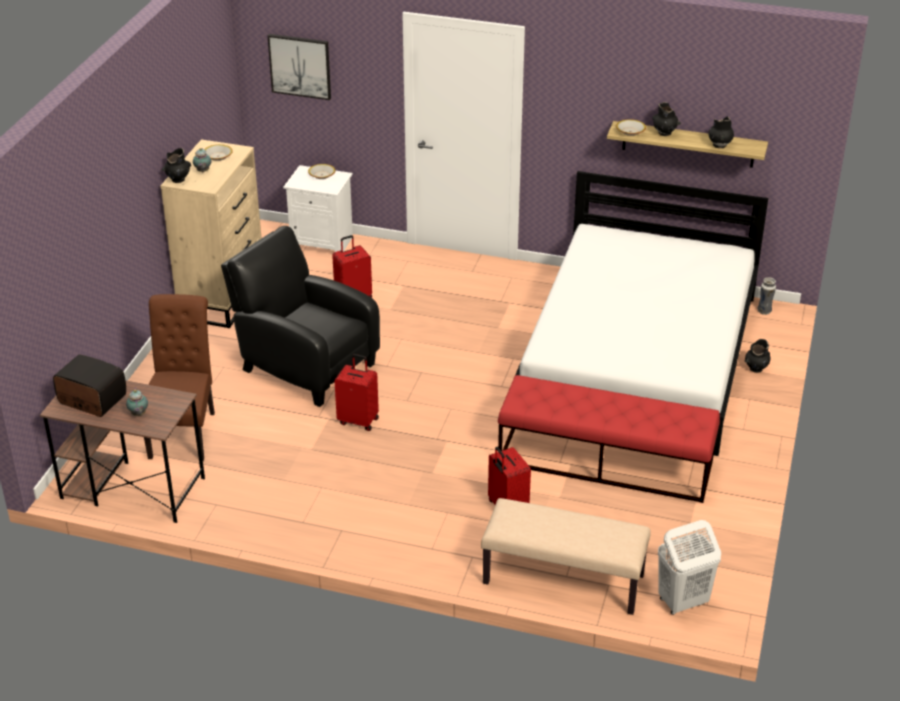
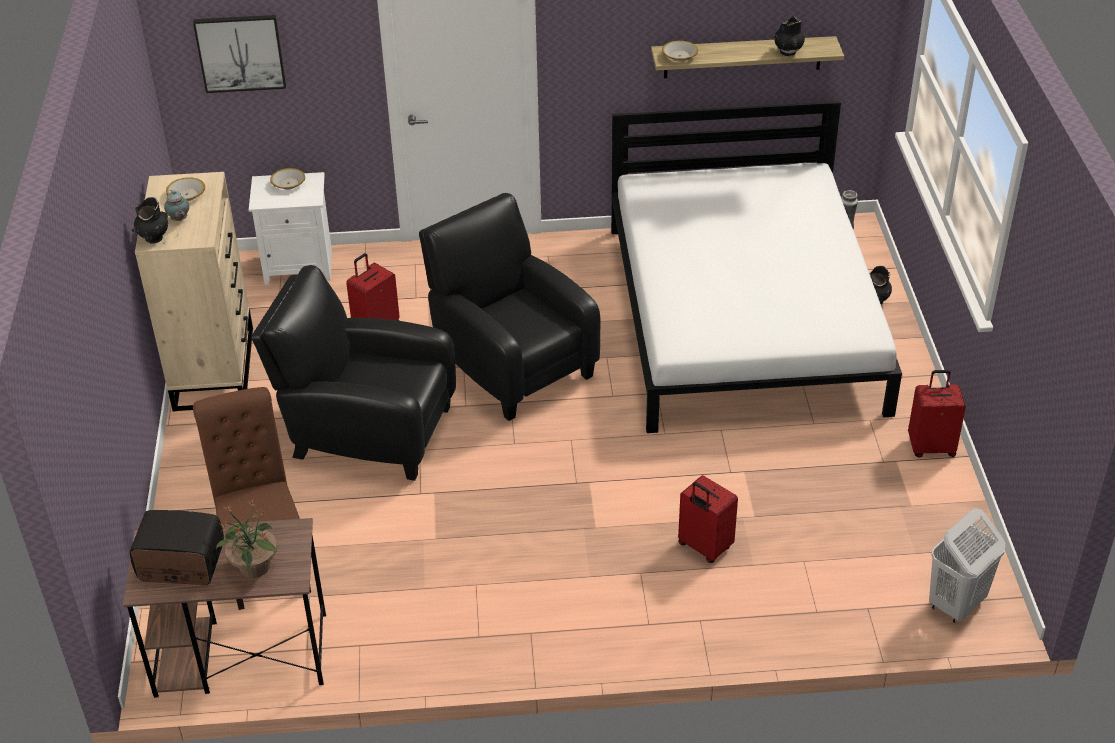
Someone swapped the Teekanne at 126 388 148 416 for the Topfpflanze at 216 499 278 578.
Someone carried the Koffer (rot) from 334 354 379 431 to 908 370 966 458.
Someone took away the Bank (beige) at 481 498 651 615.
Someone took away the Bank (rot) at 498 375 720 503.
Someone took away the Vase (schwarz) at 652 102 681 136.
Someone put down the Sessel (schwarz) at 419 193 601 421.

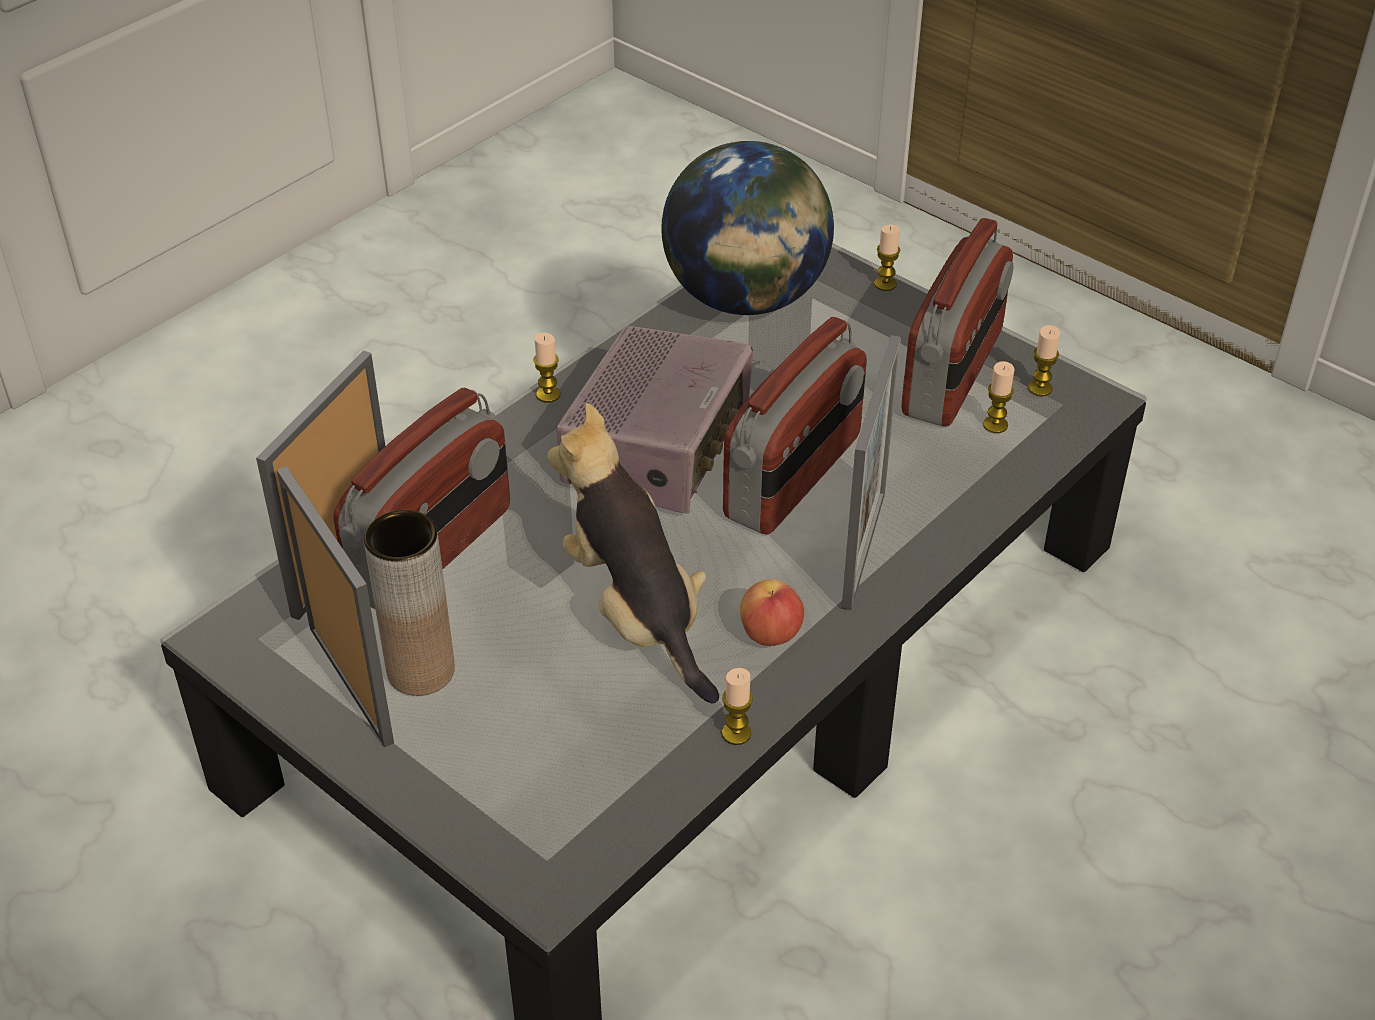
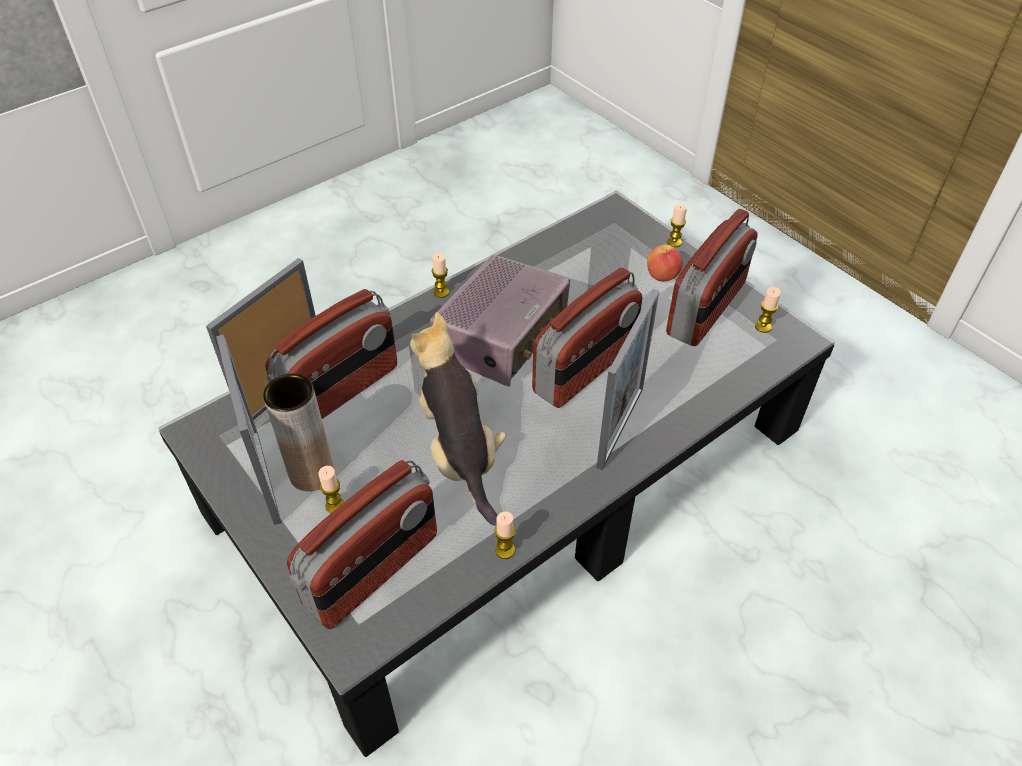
Someone took away the Globus at 661 141 834 315.
Someone carried the Apfel from 740 579 804 646 to 647 244 683 281.
Someone carried the Kerze from 983 361 1015 433 to 318 466 344 513.
Someone put down the Radio at 287 460 437 629.

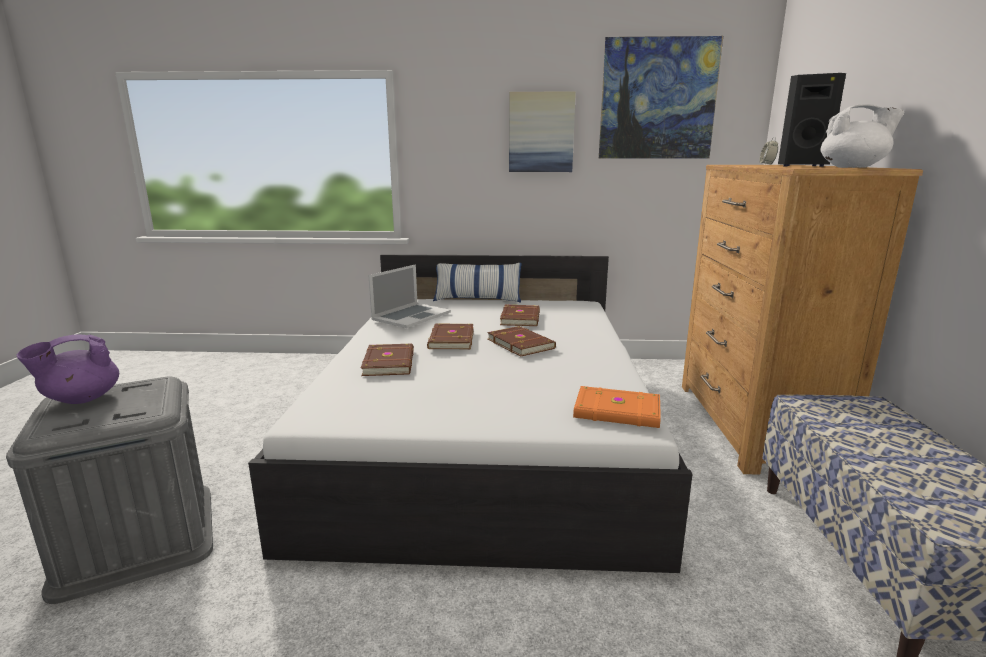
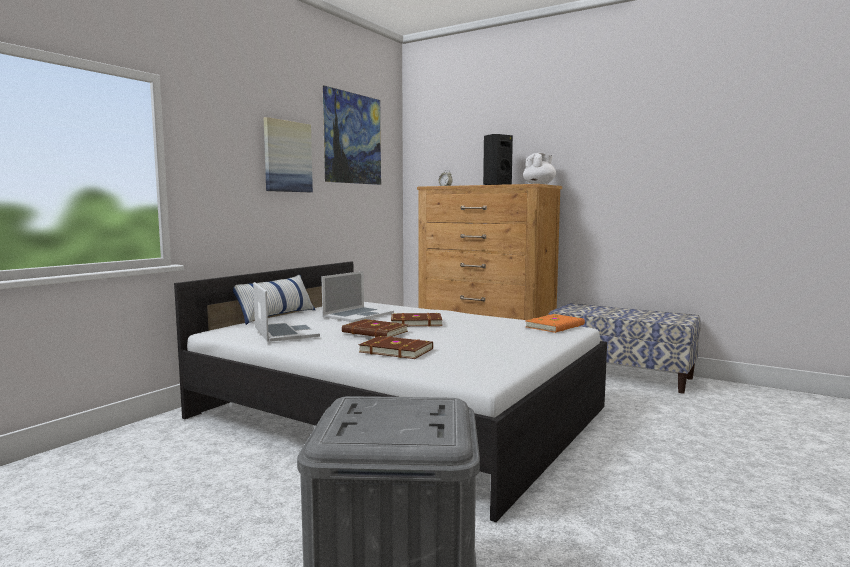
Someone took away the Teekanne (lila) at 17 334 119 404.
Someone swapped the Buch (braun) at 500 305 540 326 for the Laptop at 321 271 394 322.

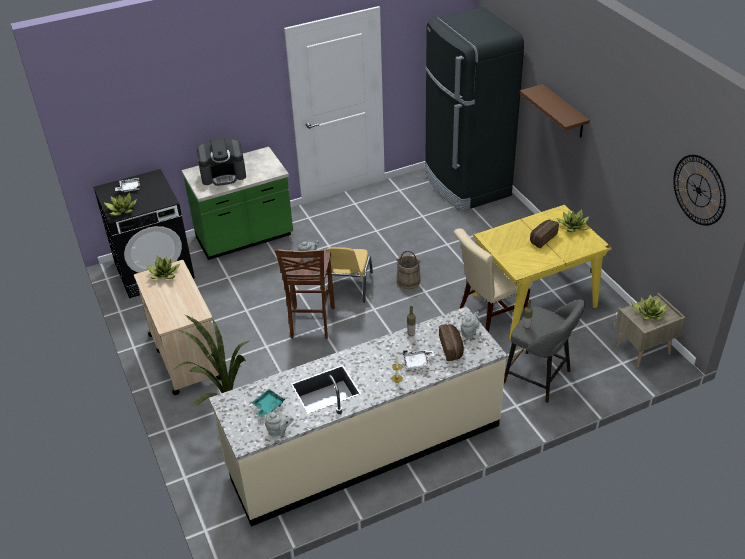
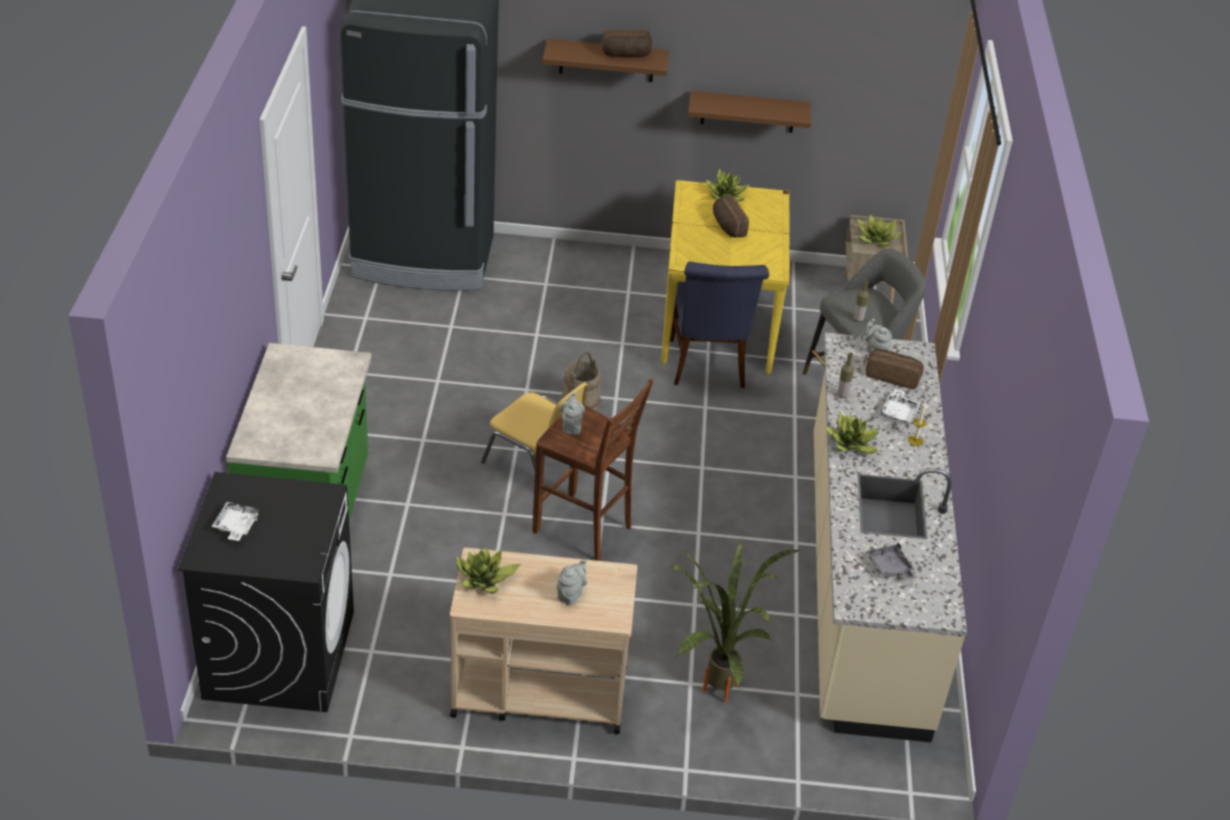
Someone carried the Topfpflanze from 103 192 137 216 to 826 412 878 454.
Someone took away the Kaffeemaschine at 197 138 246 186.
Someone repainted the Tablett (türkis) at 251 389 285 417, which became the Tablett (grau) at 866 542 917 580.
Someone carried the Teekanne (grau) from 265 412 294 436 to 557 559 587 605.
Someone repainted the Stuhl (beige) at 454 228 533 332, which became the Stuhl (blau) at 670 262 769 388.
Someone took away the Wanduhr at 673 155 726 226.
Someone put down the Brot at 602 30 652 57.
Someone put up the Wandregal (braun) at 688 91 811 133.

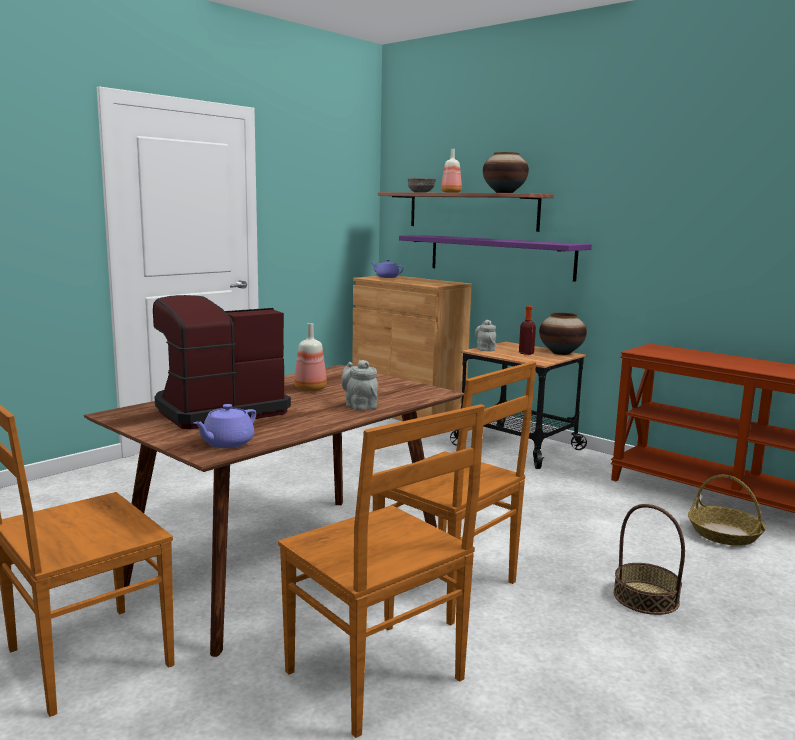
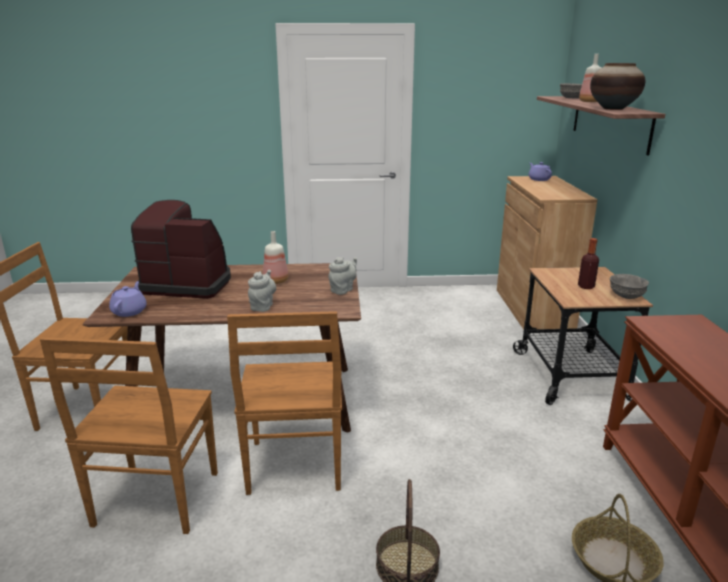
Someone rotated the Teekanne (lila) at 194 404 256 448 by 105 degrees clockwise.
Someone took away the Wandregal (lila) at 399 235 592 282.
Someone carried the Teekanne (grau) from 475 320 496 351 to 328 257 357 295.
Someone swapped the Vase at 539 313 587 355 for the Schüssel (grau) at 610 274 649 299.

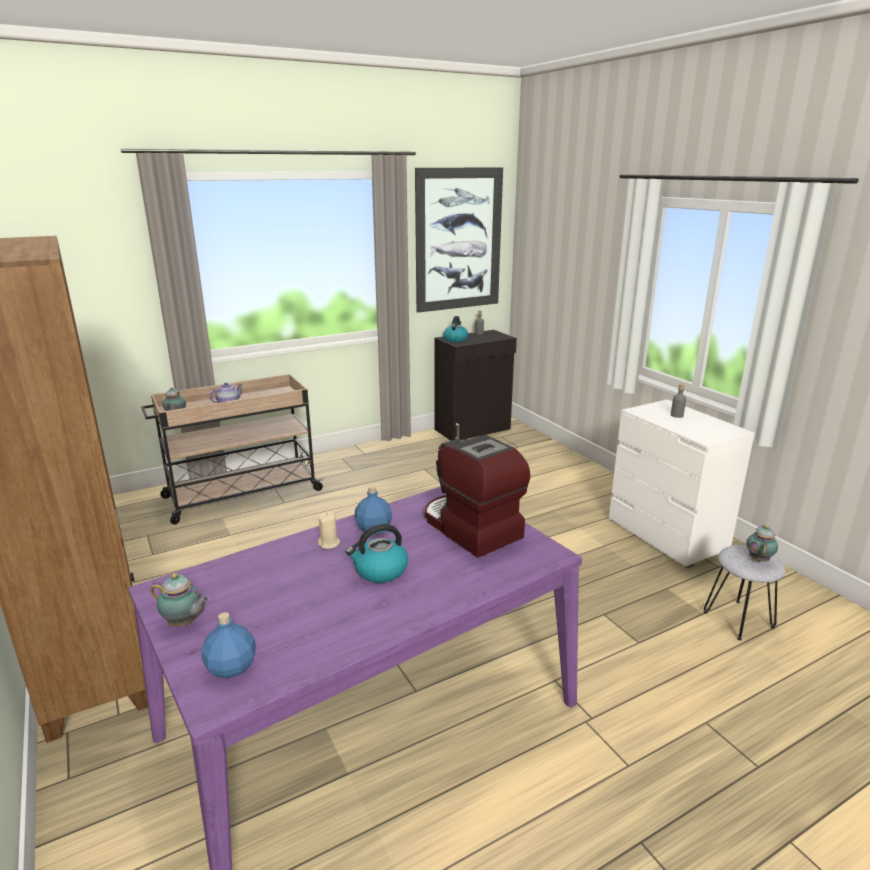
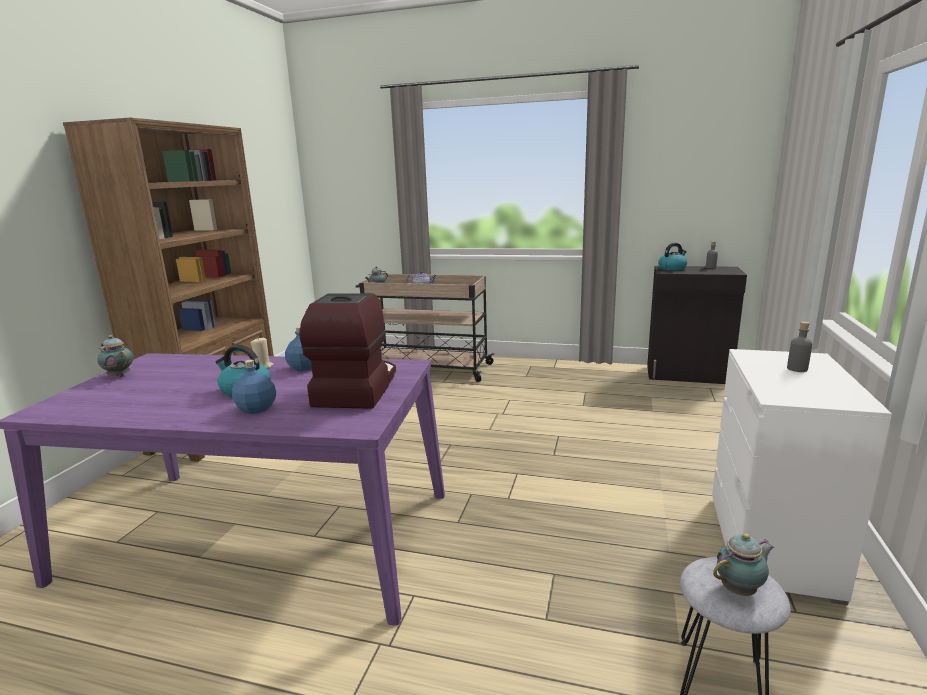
Someone rotated the Teekanne at 150 573 210 626 by 150 degrees clockwise.
Someone carried the Flasche (blau) from 201 612 256 679 to 232 360 276 414.
Someone took away the Bild at 415 168 503 313.

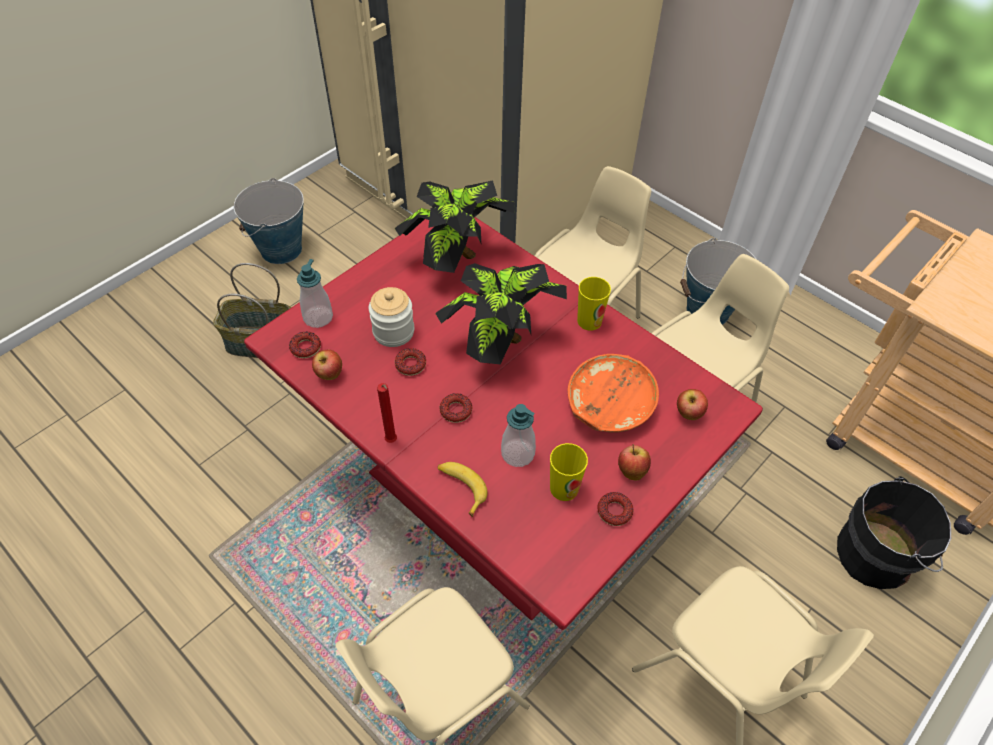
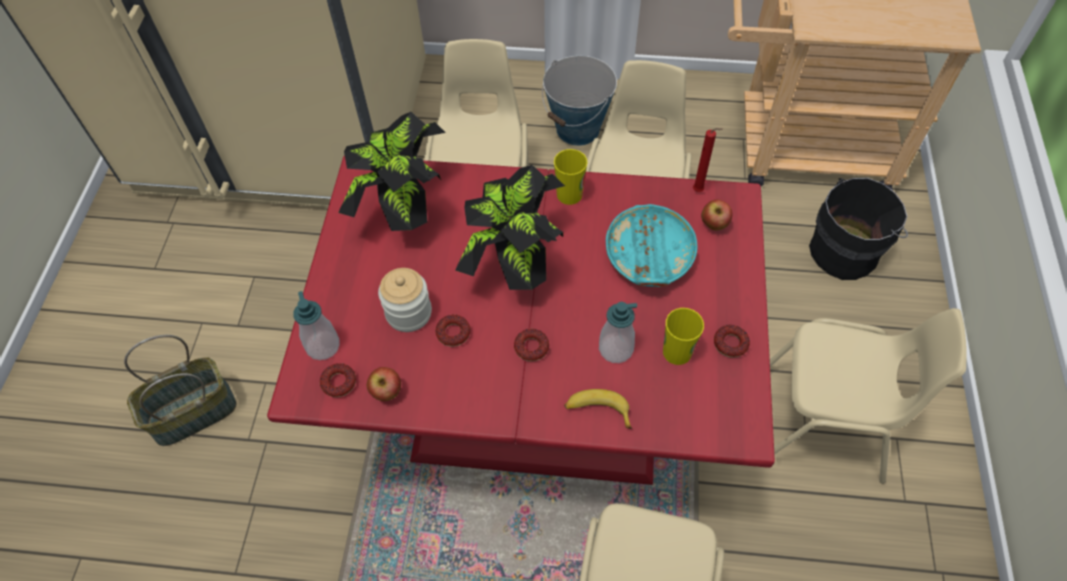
Someone took away the Eimer at 233 178 304 264.
Someone carried the Kerze (rot) from 377 383 397 443 to 693 128 723 192.
Someone repainted the Schüssel (orange) at 567 354 659 433, which became the Schüssel (türkis) at 606 204 697 287.
Someone took away the Apfel at 618 444 651 481.

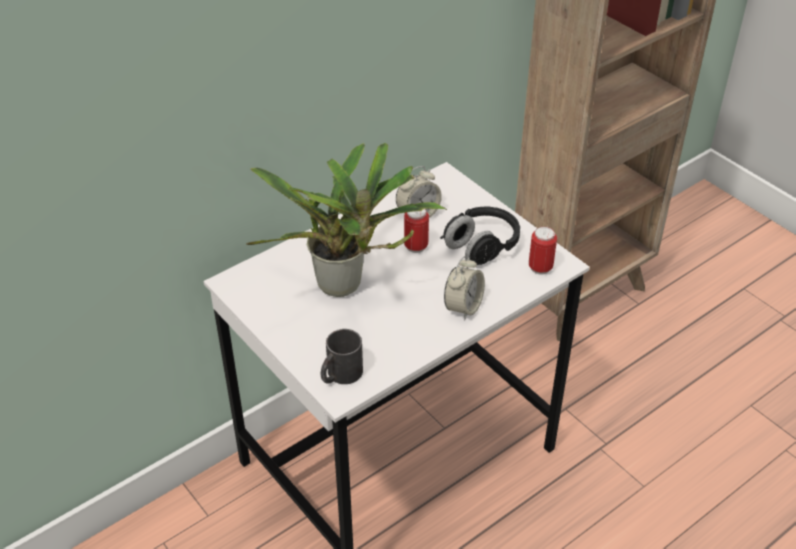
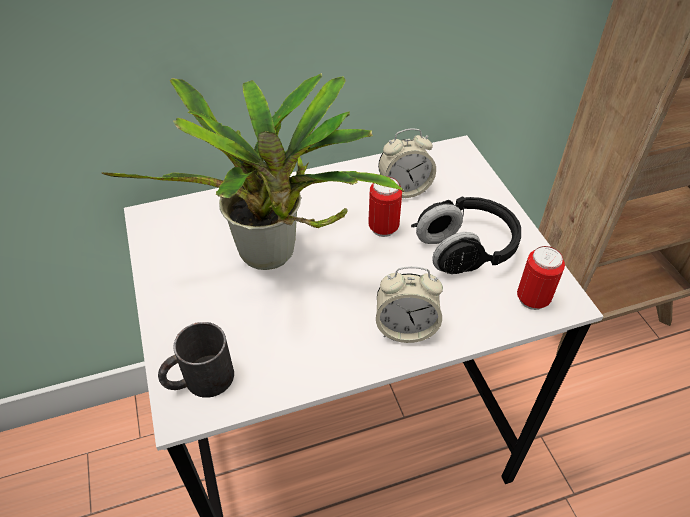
Someone rotated the Wecker at 444 256 485 320 by 45 degrees clockwise.

